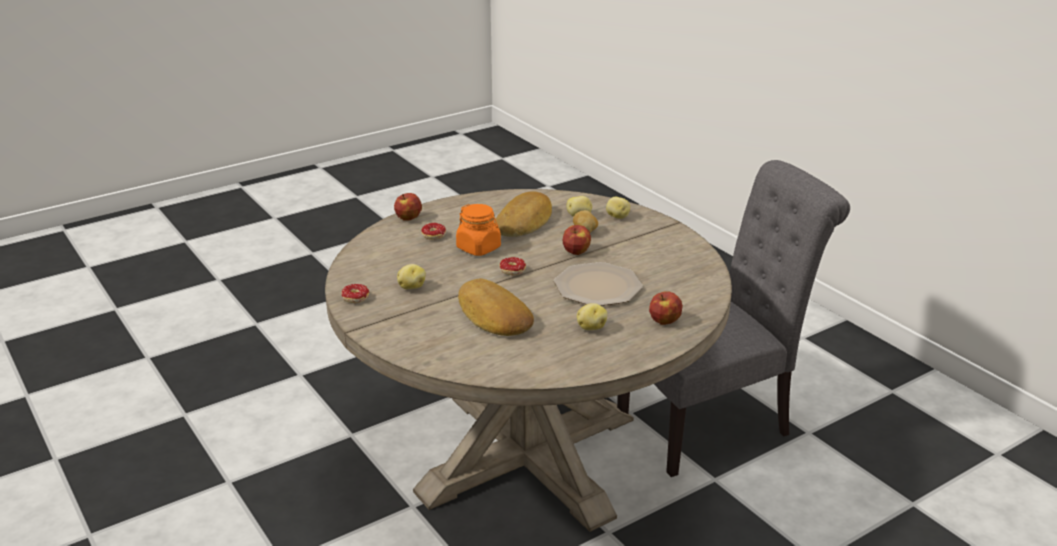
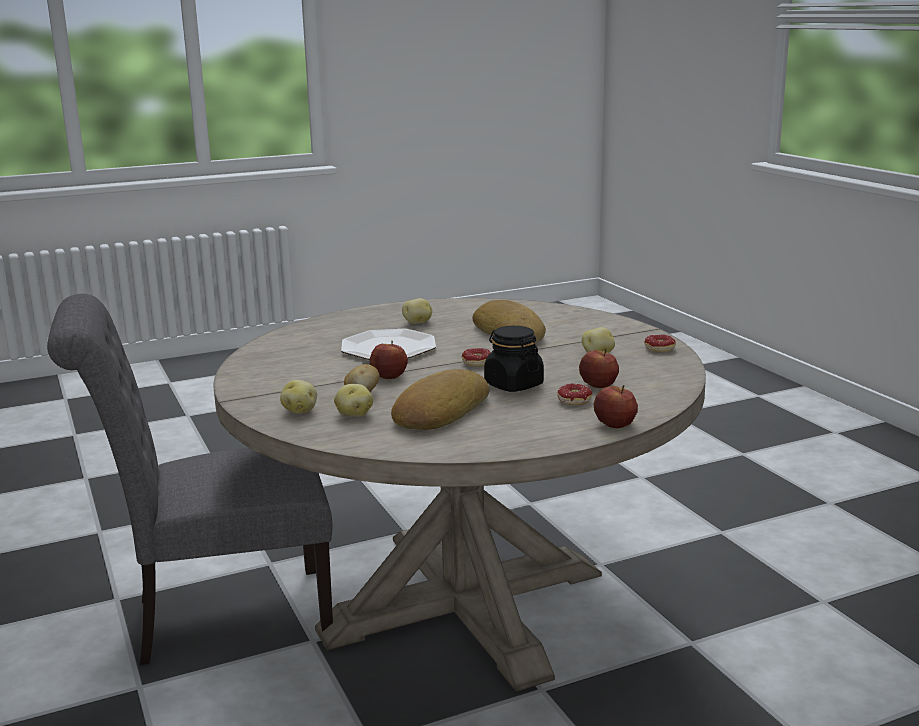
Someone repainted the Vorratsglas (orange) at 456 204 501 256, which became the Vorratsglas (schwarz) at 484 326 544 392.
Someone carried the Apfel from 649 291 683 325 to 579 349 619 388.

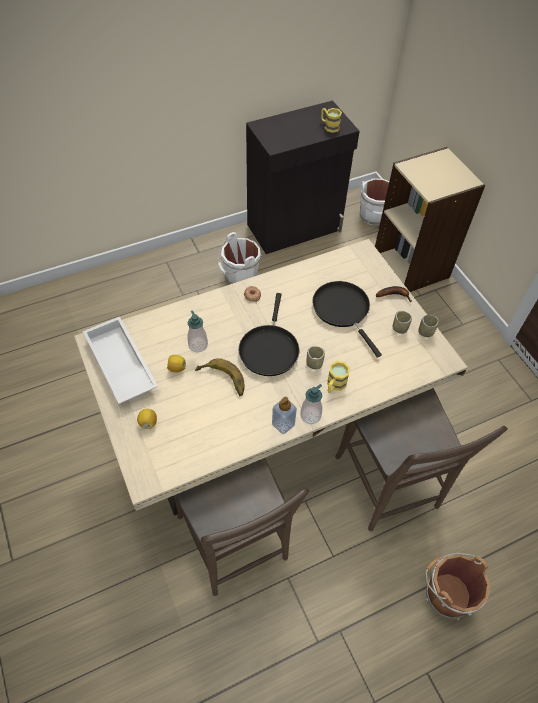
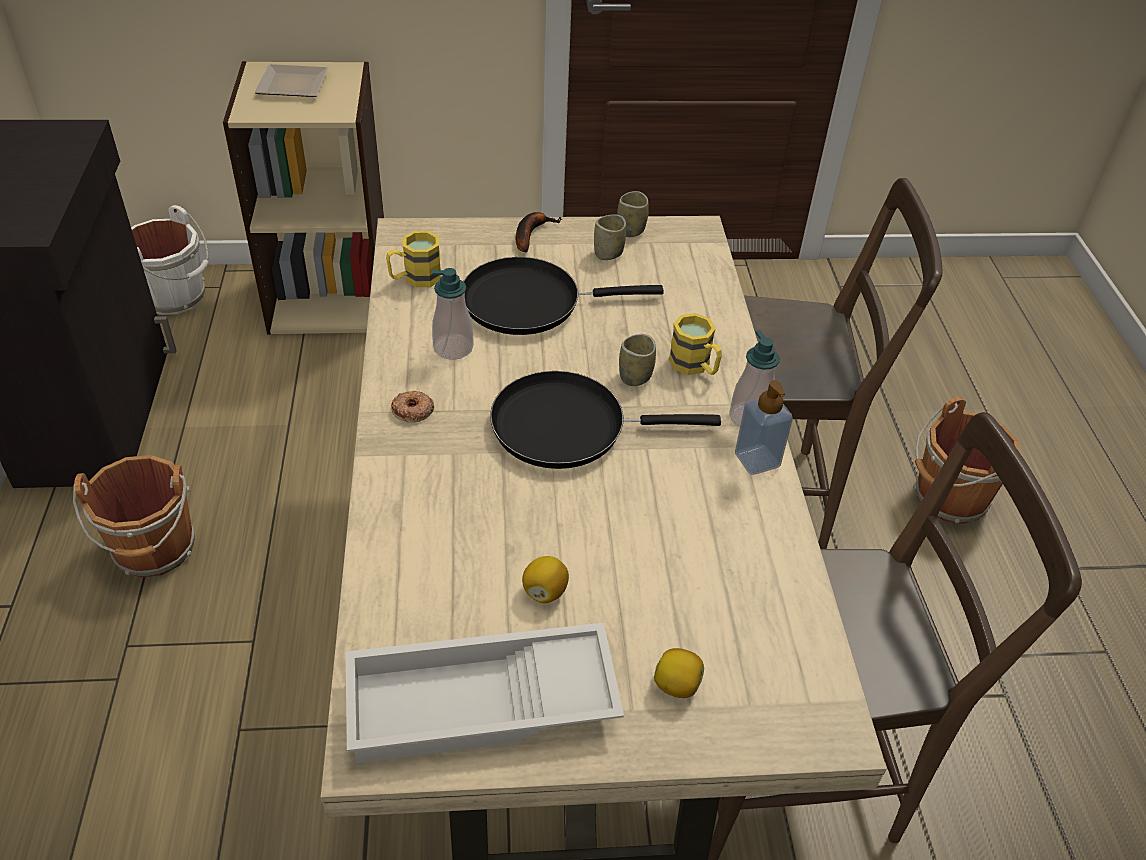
Someone carried the Seifenspender from 187 310 208 352 to 432 268 474 360.
Someone took away the Banane at 195 358 245 396.
Someone repainted the Eimer (weiß) at 218 232 262 284, which became the Eimer (braun) at 73 455 195 578.
Someone rotated the Pfanne (schwarz) at 238 293 299 376 by 150 degrees clockwise.
Someone carried the Henkelbecher (gelb) from 321 108 342 133 to 386 231 441 287.
Someone put down the Teller at 254 64 328 97.

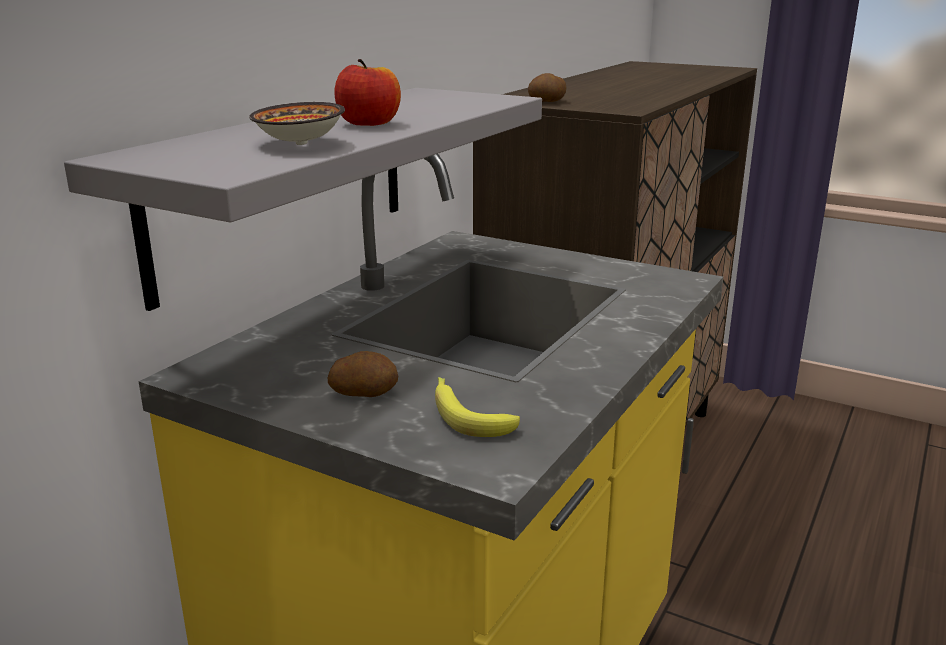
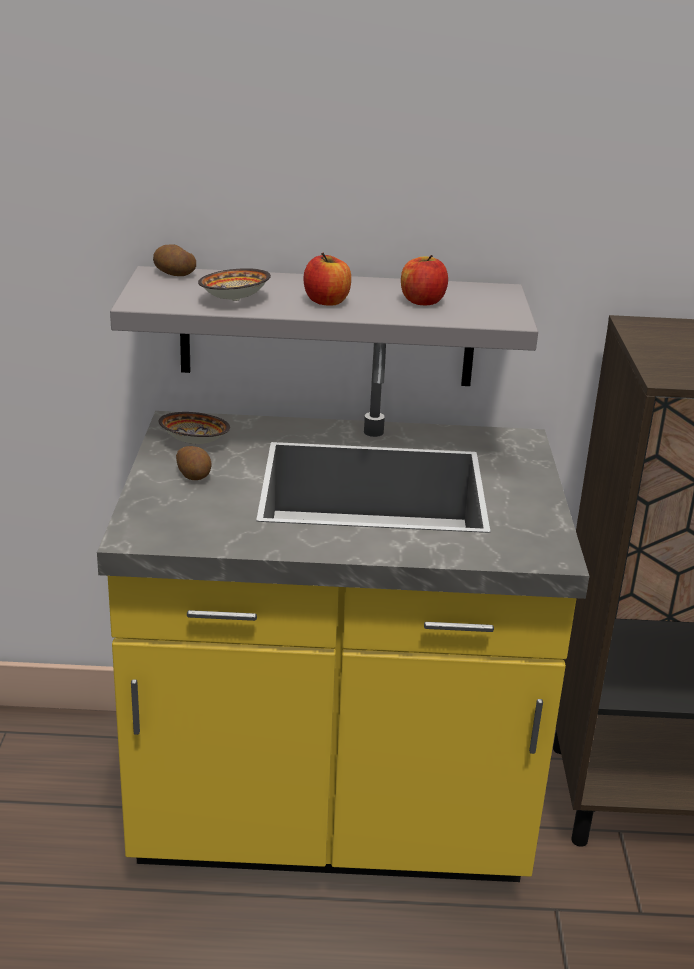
Someone took away the Banane at 435 377 520 437.
Someone carried the Kartoffel from 528 73 566 102 to 153 244 196 276.
Someone put down the Schüssel at 159 412 230 444.
Someone put down the Apfel at 401 255 448 305.

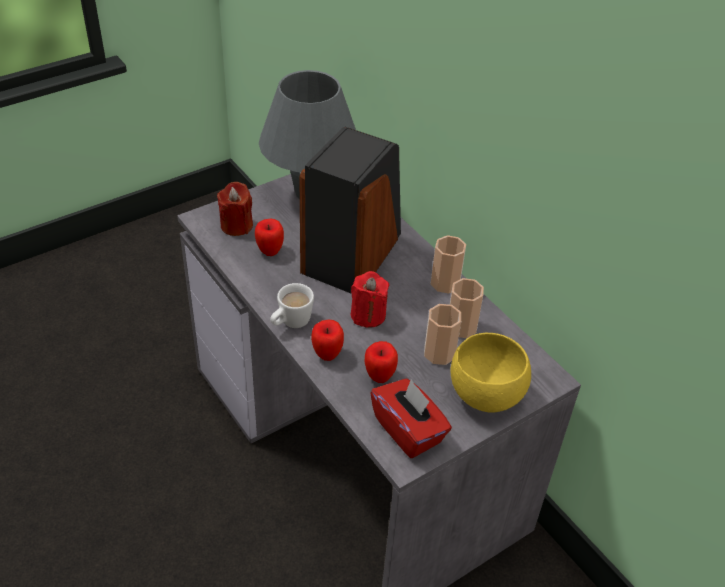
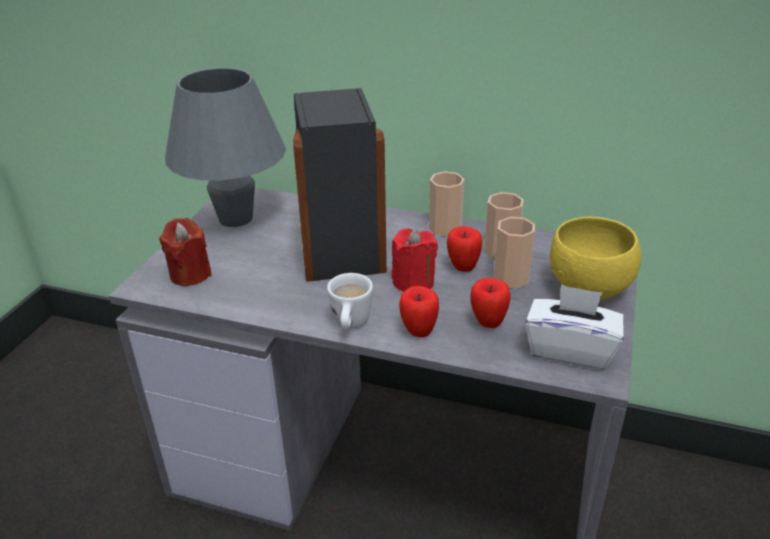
Someone carried the Apfel from 255 219 284 256 to 447 226 482 272.
Someone repainted the Taschentuchbox (rot) at 370 378 452 458, which became the Taschentuchbox (weiß) at 525 284 624 370.

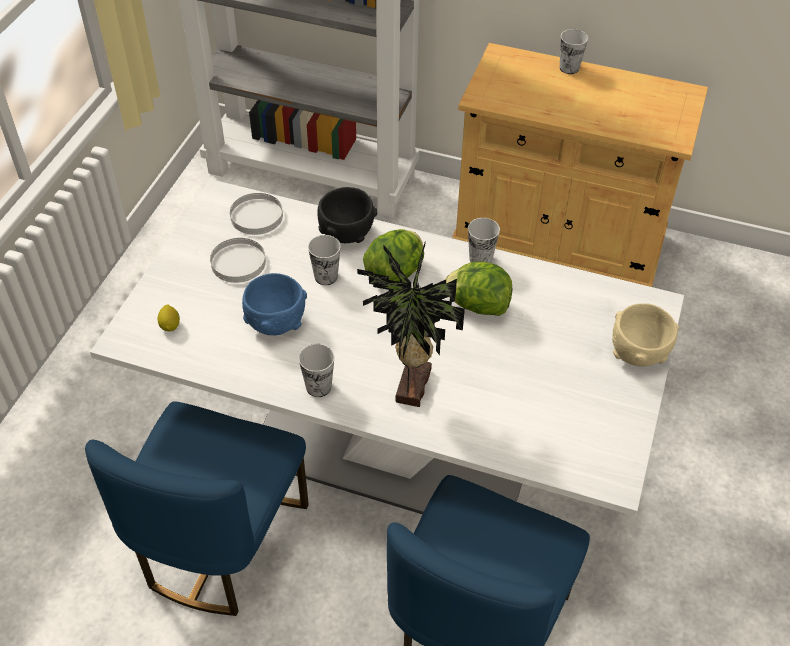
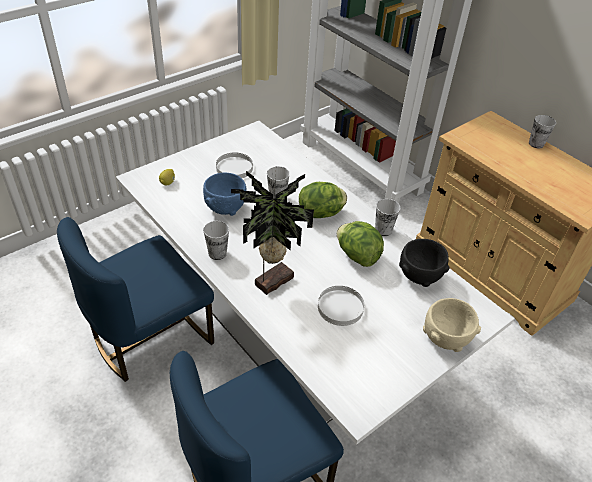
Someone carried the Teller (weiß) from 230 193 283 235 to 318 286 364 326.
Someone carried the Schüssel (schwarz) from 317 187 377 243 to 399 239 450 287.

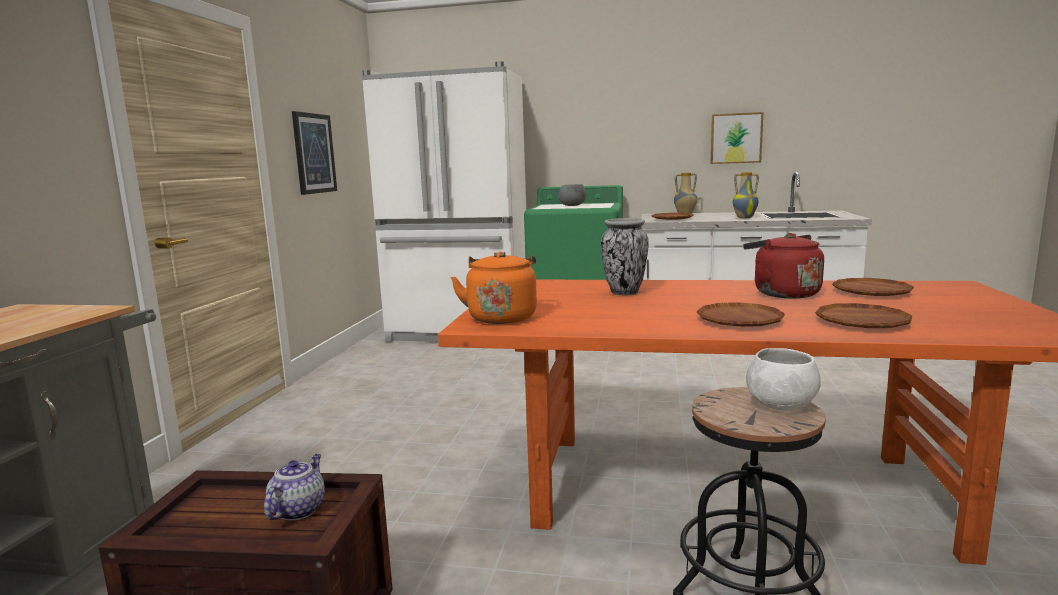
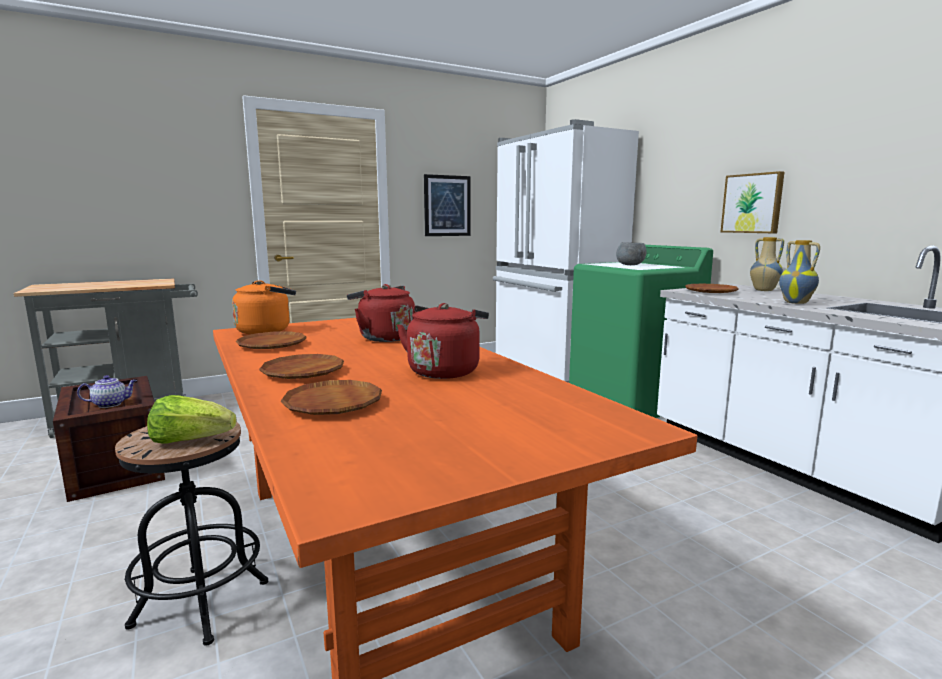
Someone swapped the Vase at 601 218 649 296 for the Wasserkessel (rot) at 347 284 415 342.
Someone carried the Bild from 710 112 763 164 to 721 171 784 233.
Someone swapped the Schüssel (weiß) at 746 348 821 410 for the Salatkopf at 147 395 236 444.
Someone carried the Teller (braun) from 832 278 914 296 to 236 331 307 349.

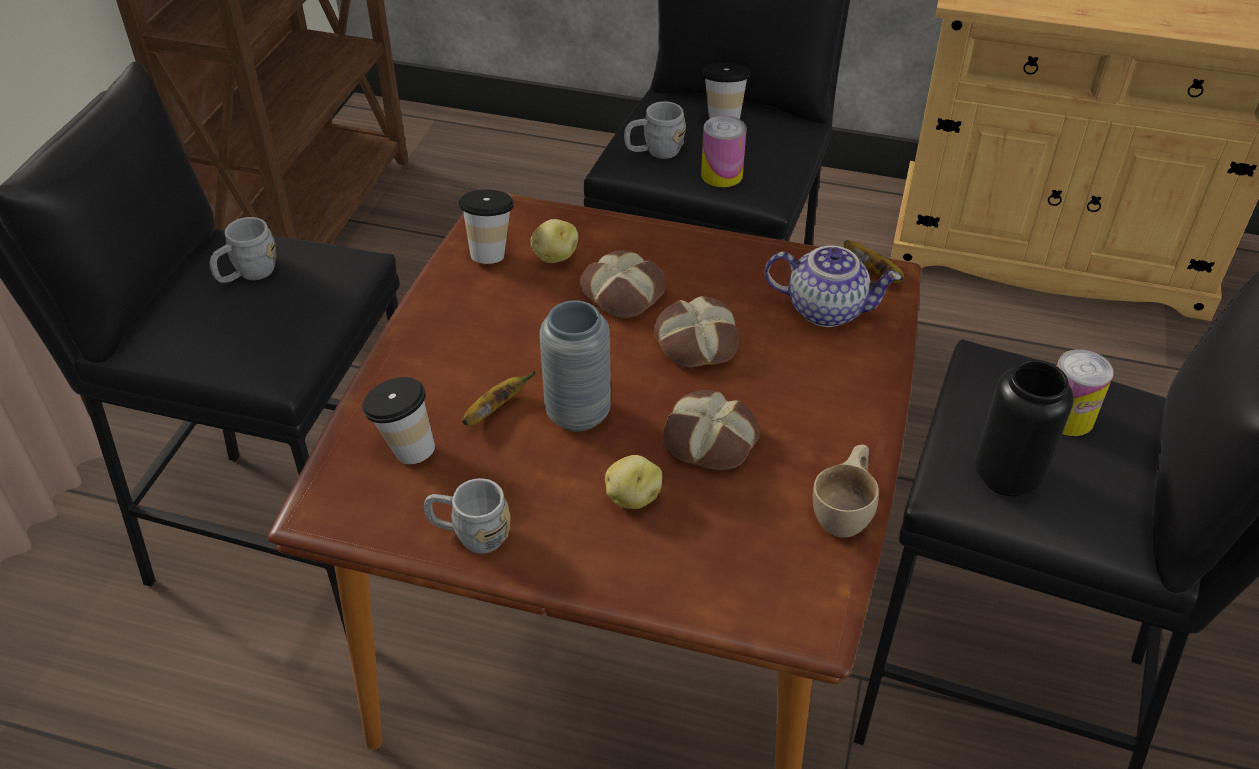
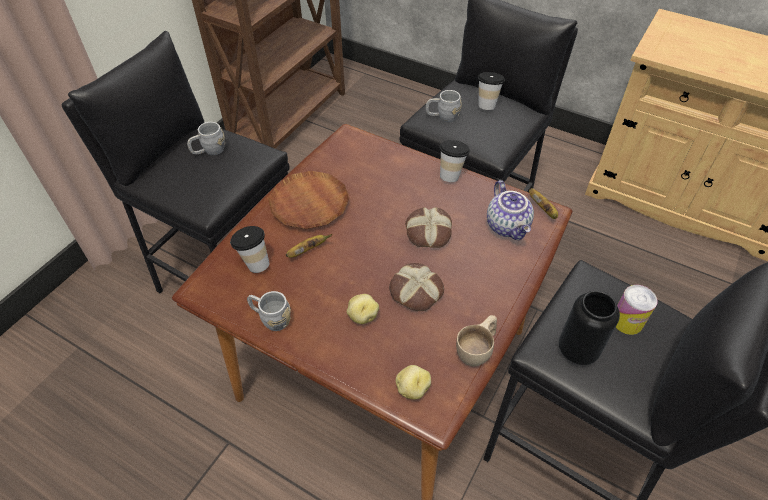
Someone carried the Tasse from 459 190 514 264 to 439 140 470 182.
Someone carried the Kartoffel from 530 219 578 263 to 396 365 431 399.
Someone took away the Vase (grau) at 540 300 611 432.
Someone took away the Brot at 580 250 665 318.
Someone took away the Dose at 701 116 747 187.
Someone rotated the Teekanne at 765 245 902 327 by 45 degrees clockwise.
Someone put down the Teller (braun) at 268 171 349 229.

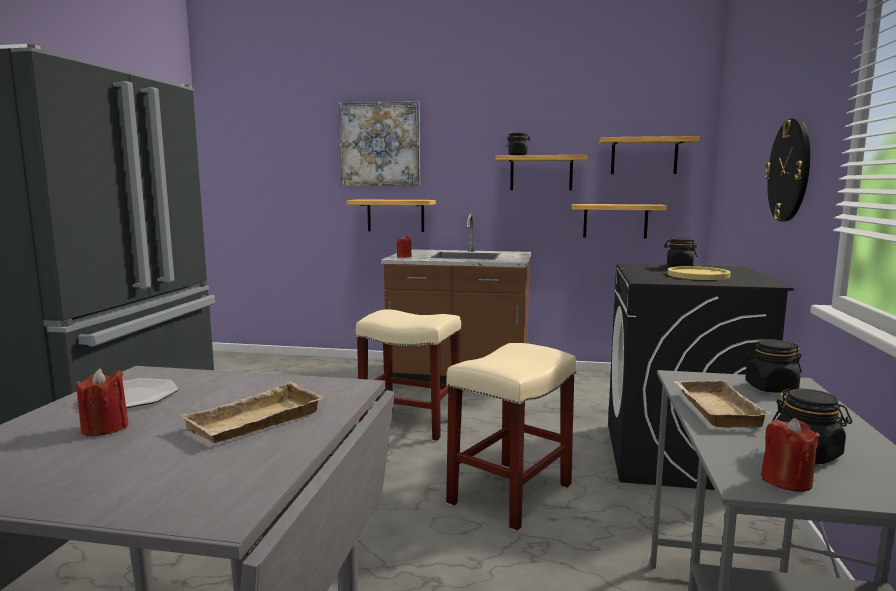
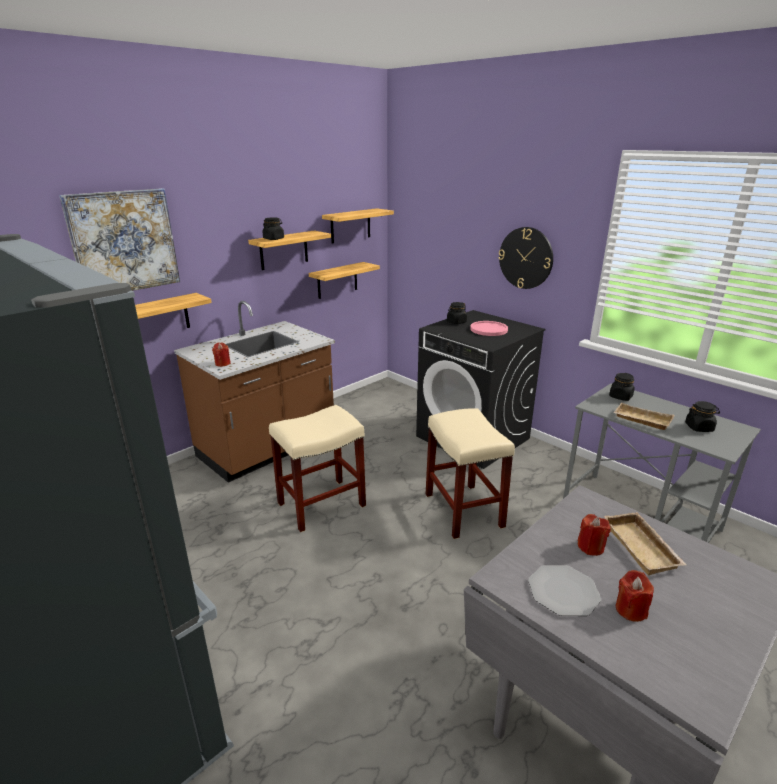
Someone repainted the Teller (gelb) at 668 266 731 280, which became the Teller (rosa) at 470 321 508 336.
Someone carried the Kerze (rot) from 761 418 820 492 to 578 514 611 556.

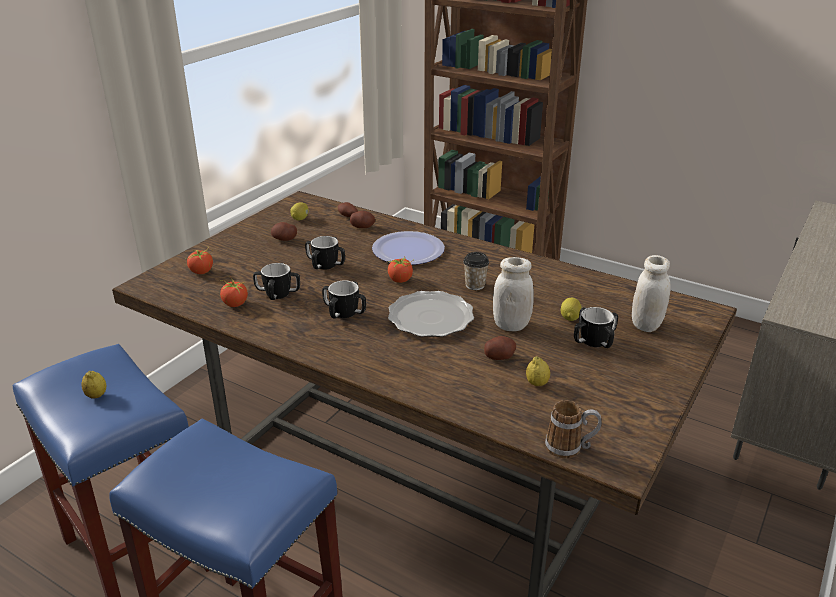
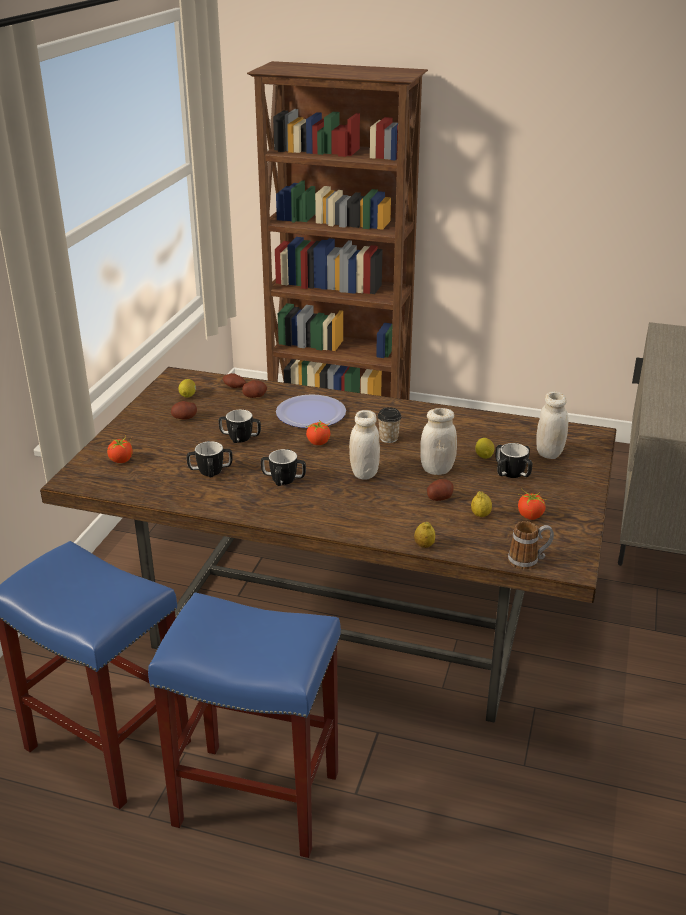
Someone carried the Zitrone from 82 371 106 399 to 414 522 435 548.
Someone carried the Tomate from 220 277 248 307 to 518 488 545 520.
Someone swapped the Teller at 388 291 474 337 for the Vorratsglas (weiß) at 349 410 380 480.

